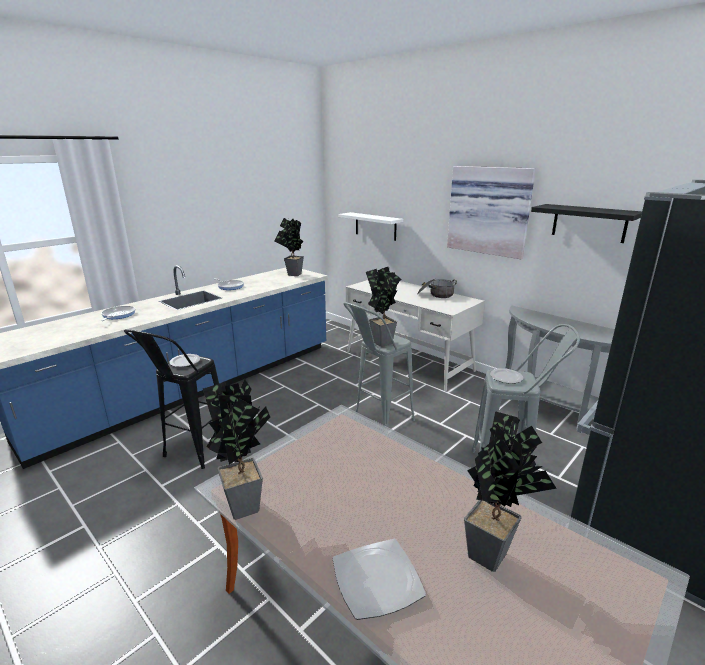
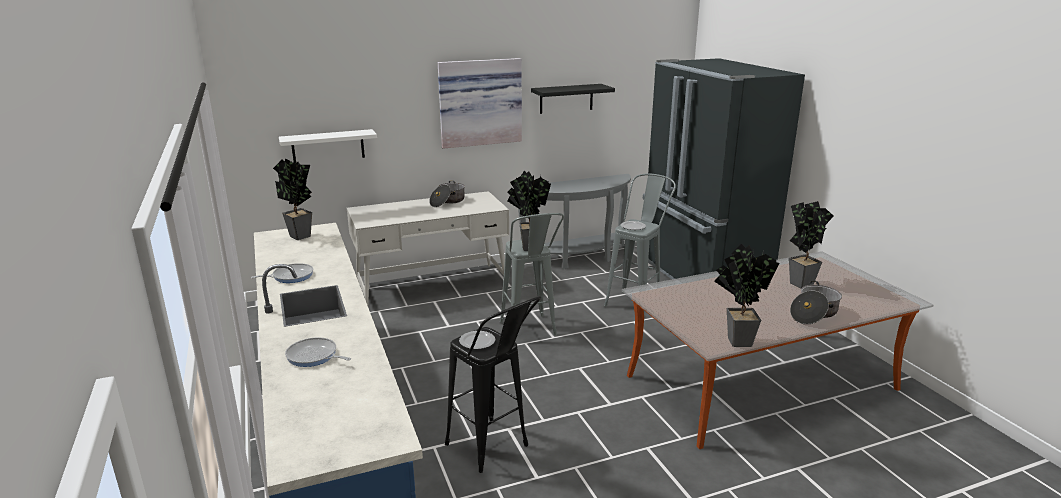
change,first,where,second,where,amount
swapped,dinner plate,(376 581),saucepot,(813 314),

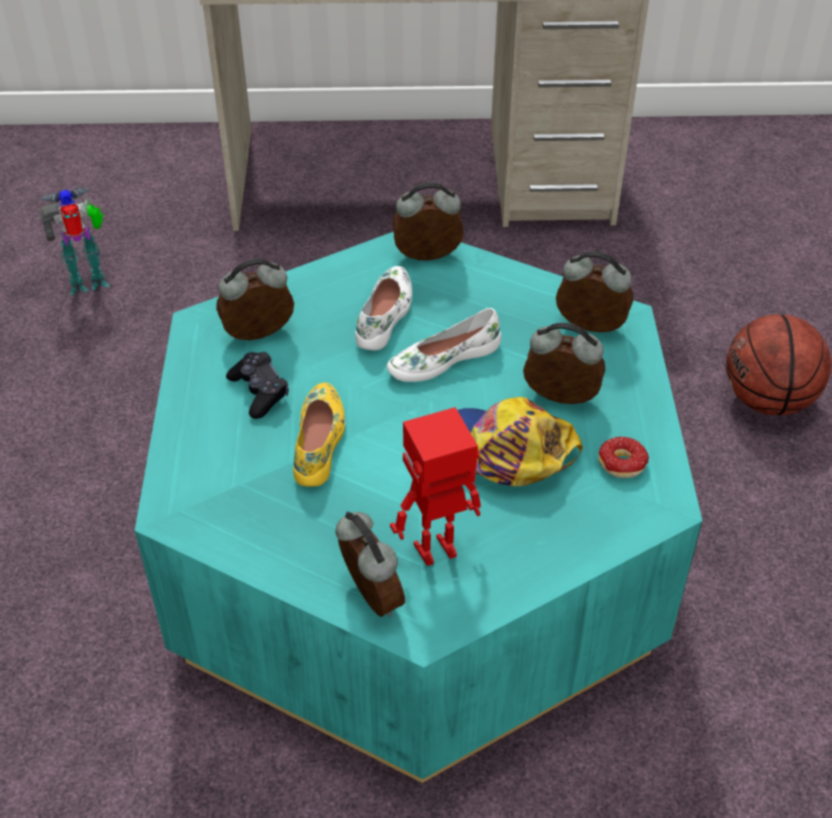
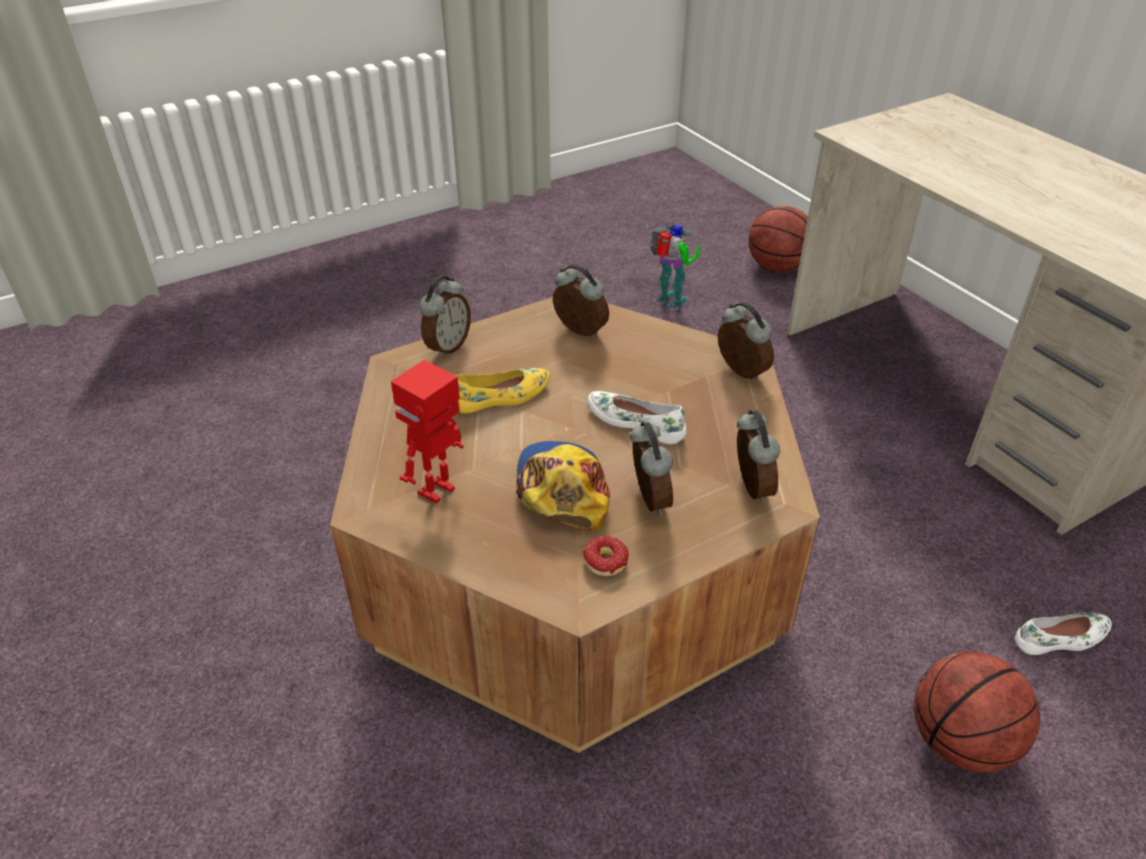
change,first,where,second,where,amount
gone,black game controller,(259 392),,,
new,,,ball for basketball,(776 267),
shifted,table clock,(369 598),,(447 347),
shifted,white-coloured item of footwear,(385 315),,(1061 639),
repainted,turquoise-coloured coffee table,(415 553),brown coffee table,(572 561),
rotated,toy robot,(437 552),,(438 491),90 degrees counterclockwise

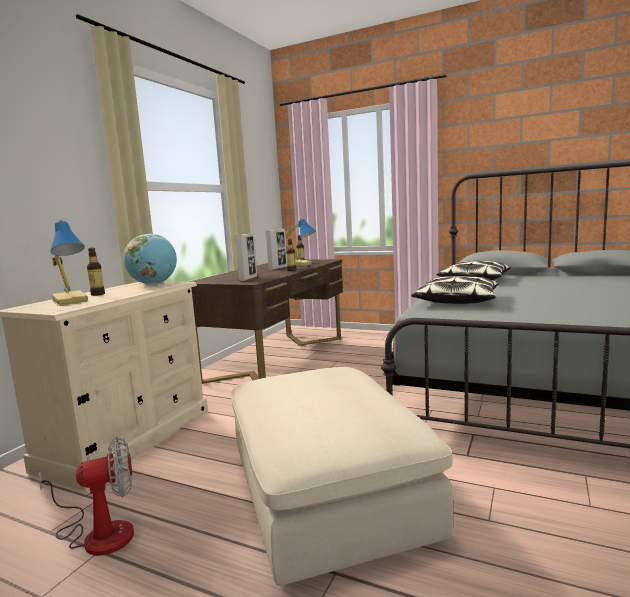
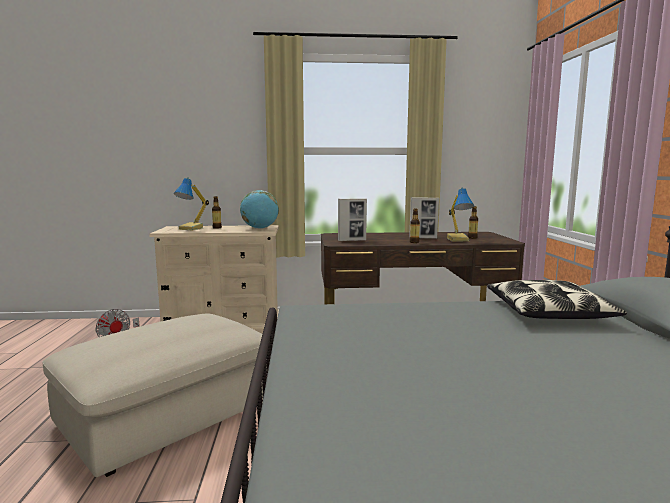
change,first,where,second,where,amount
gone,cushion,(456 301),,,

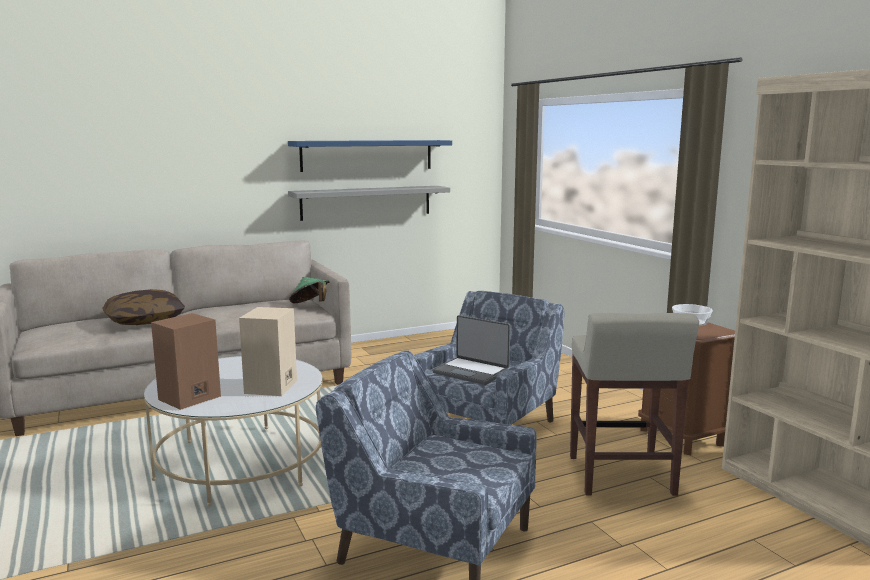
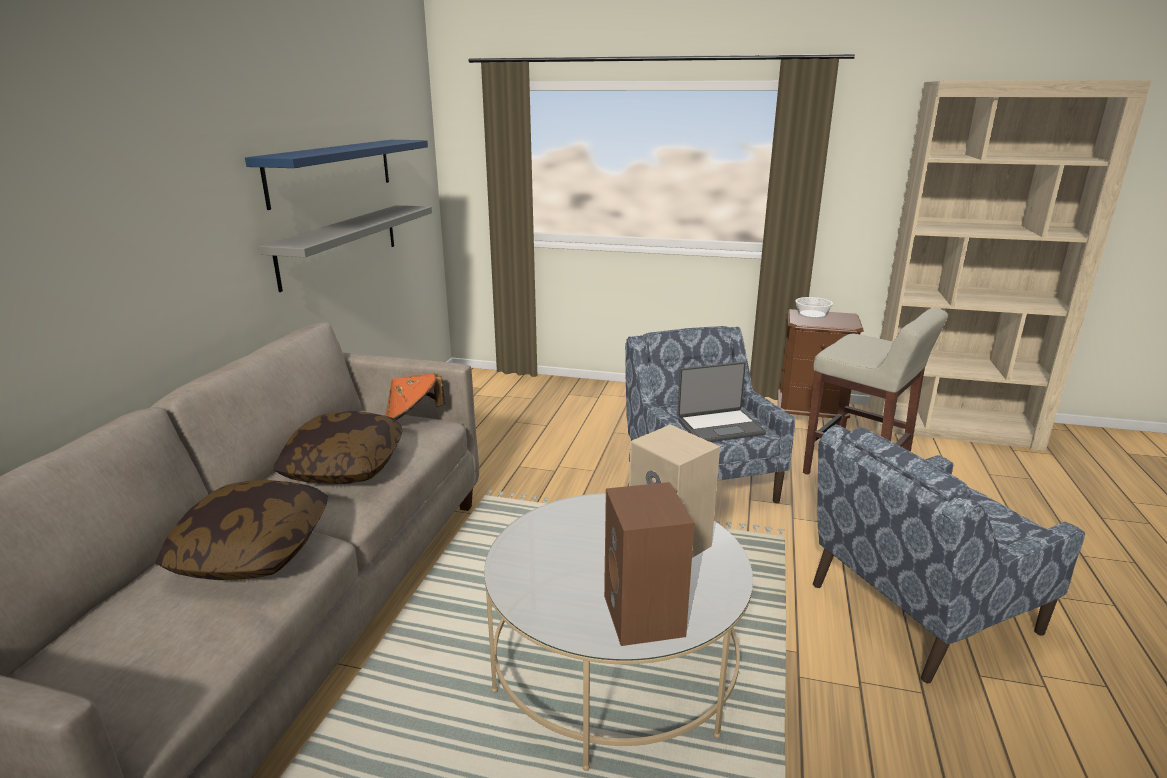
change,first,where,second,where,amount
new,,,cushion,(344 467),
repainted,greenish wearable hat,(310 305),orangey wearable hat,(413 417),

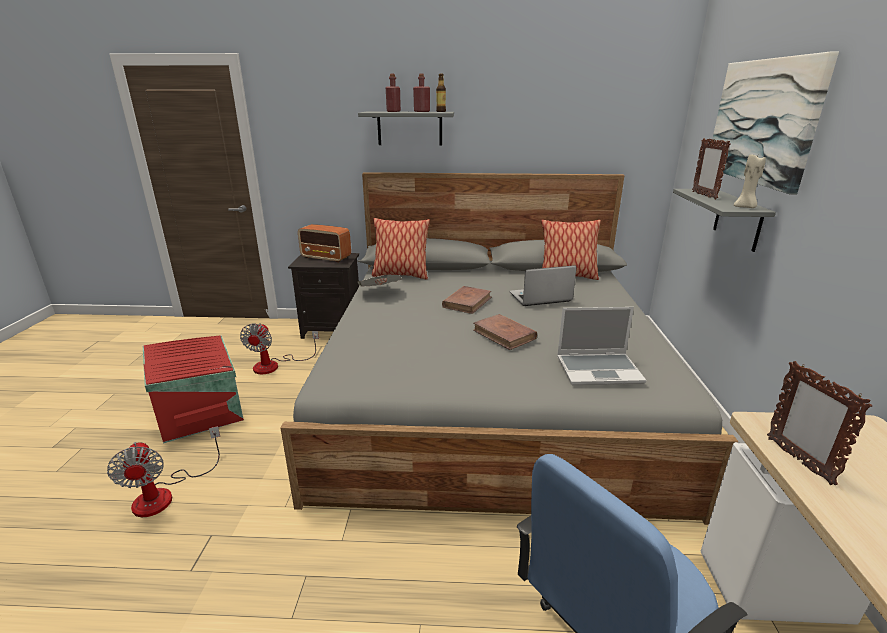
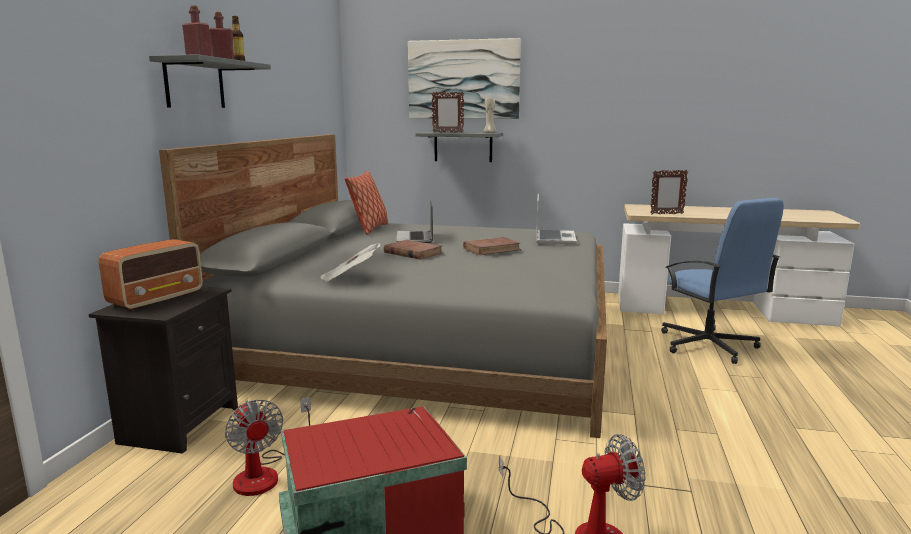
change,first,where,second,where,amount
gone,cushion,(400 275),,,
rotated,cooling fan,(275 365),,(266 473),45 degrees clockwise

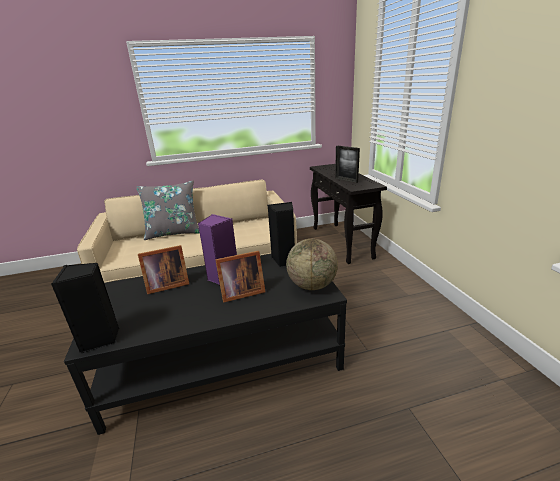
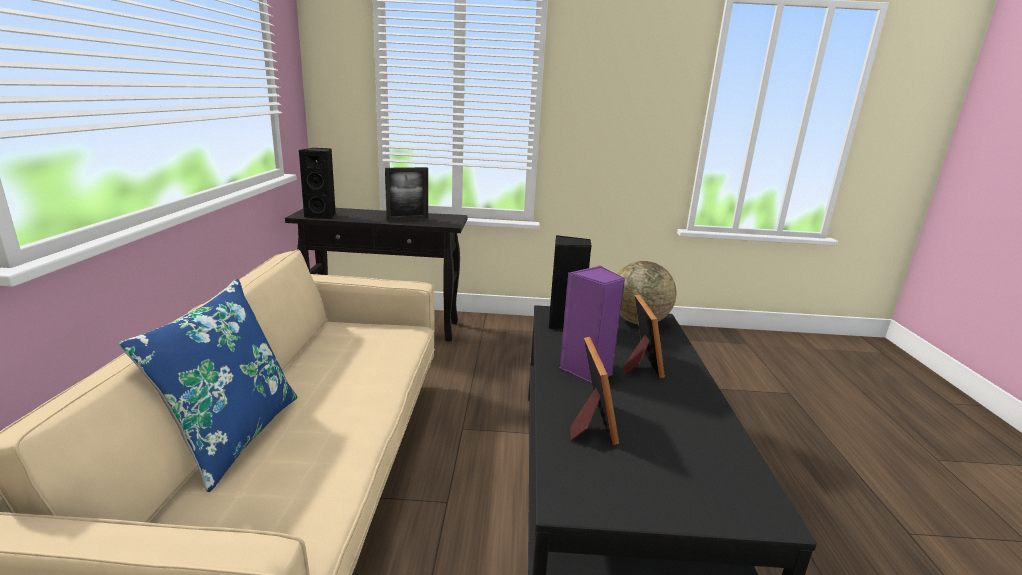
change,first,where,second,where,amount
shifted,black loudspeaker,(100 339),,(322 216),
repainted,gray cushion,(173 233),bluish cushion,(233 436),

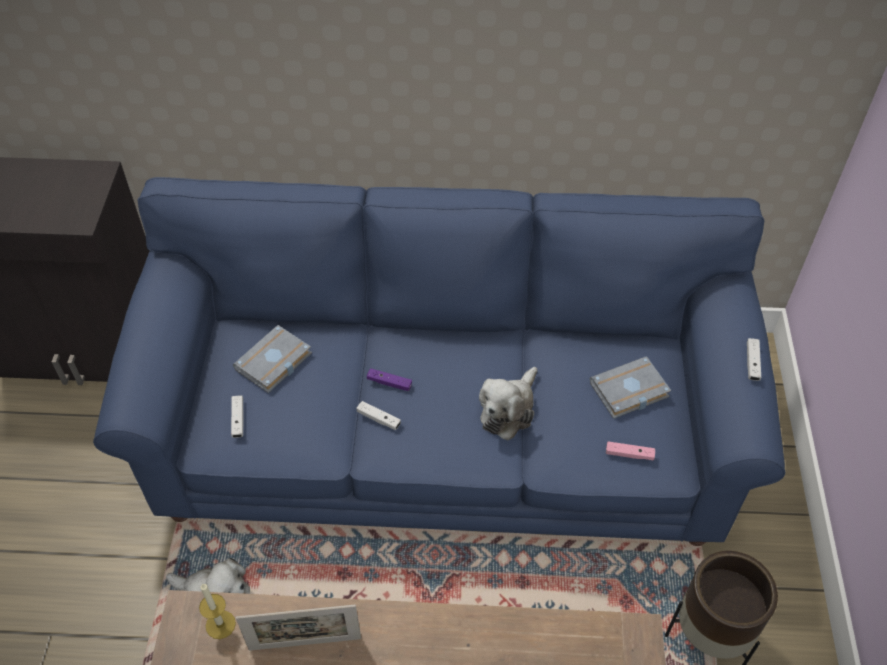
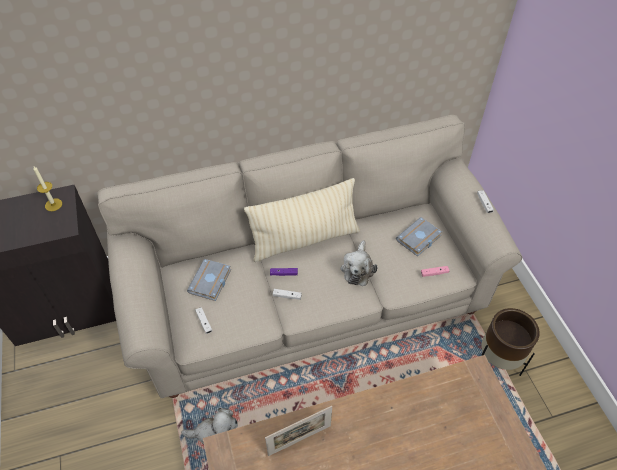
change,first,where,second,where,amount
new,,,beige-coloured cushion,(305 240),
shifted,wax candle,(220 624),,(53 205),
repainted,bluish settee,(443 429),beige-coloured settee,(308 293),

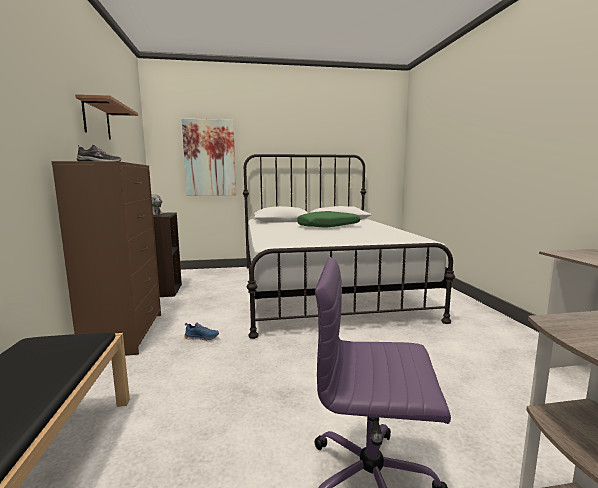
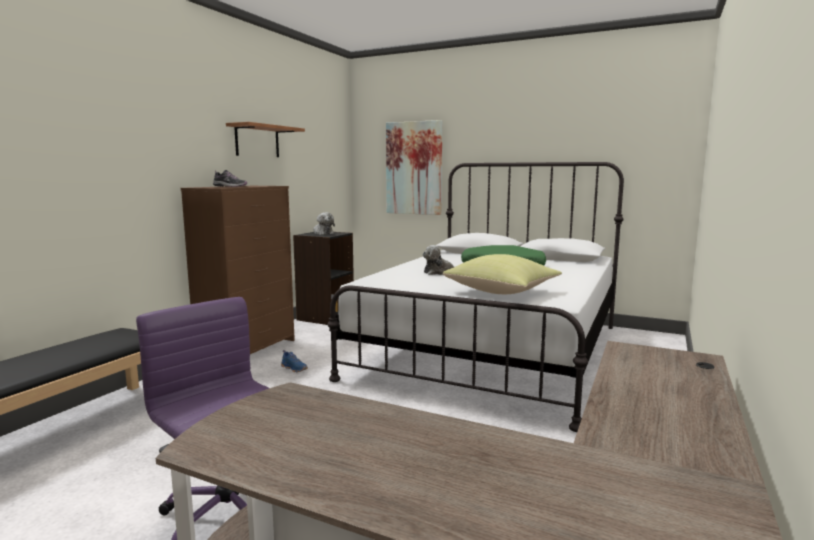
change,first,where,second,where,amount
new,,,soft toy,(440 272),
new,,,yellow cushion,(503 292),

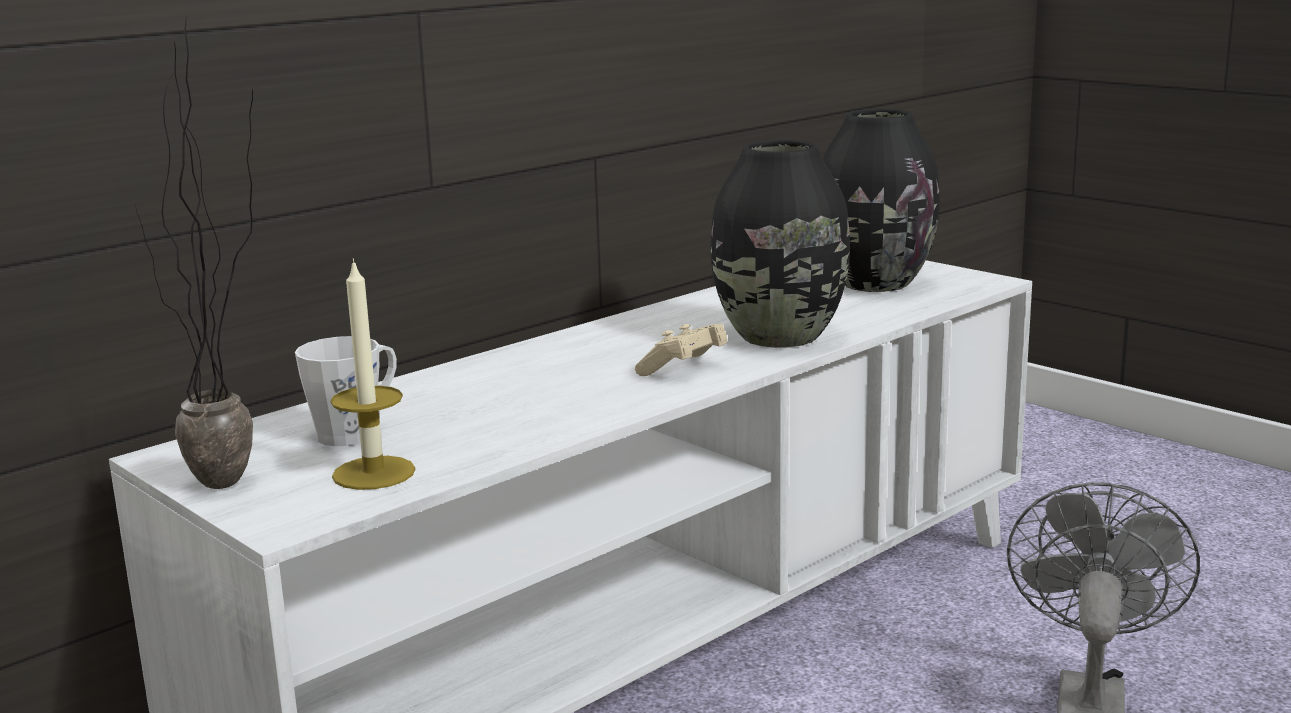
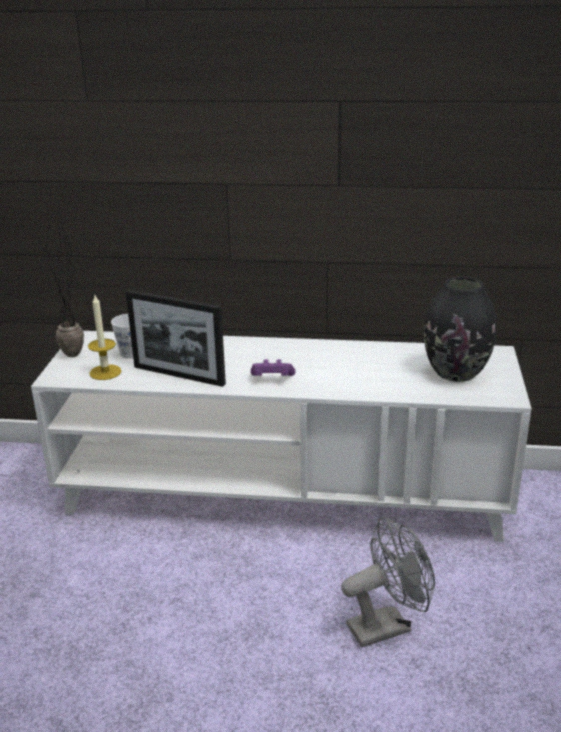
change,first,where,second,where,amount
gone,black flower vase,(778 336),,,
new,,,standing frame,(179 375),
repainted,beige-coloured game controller,(684 369),purple game controller,(272 379),

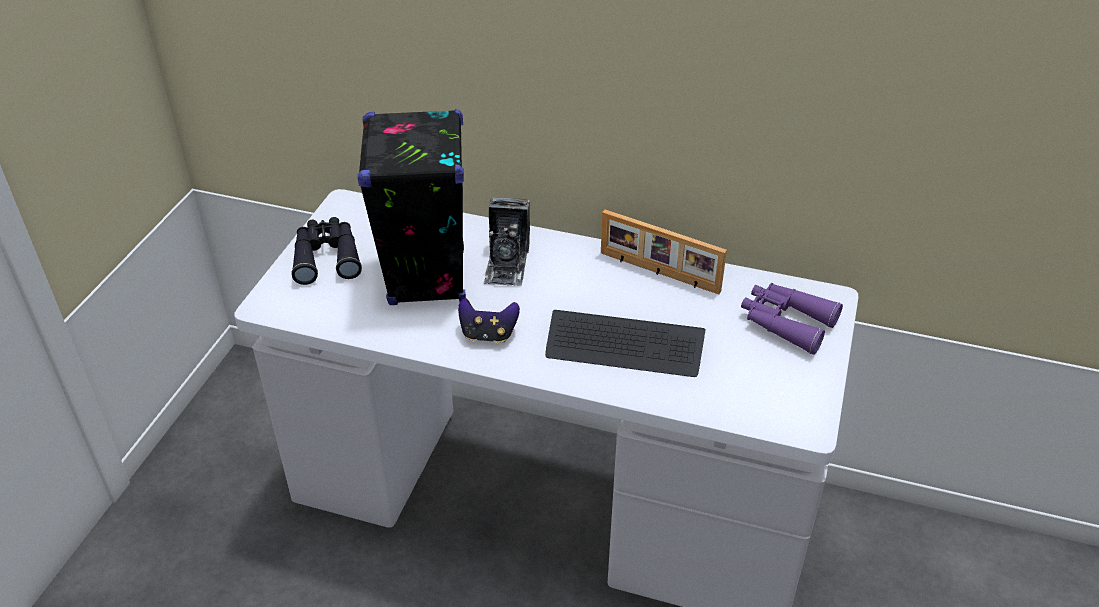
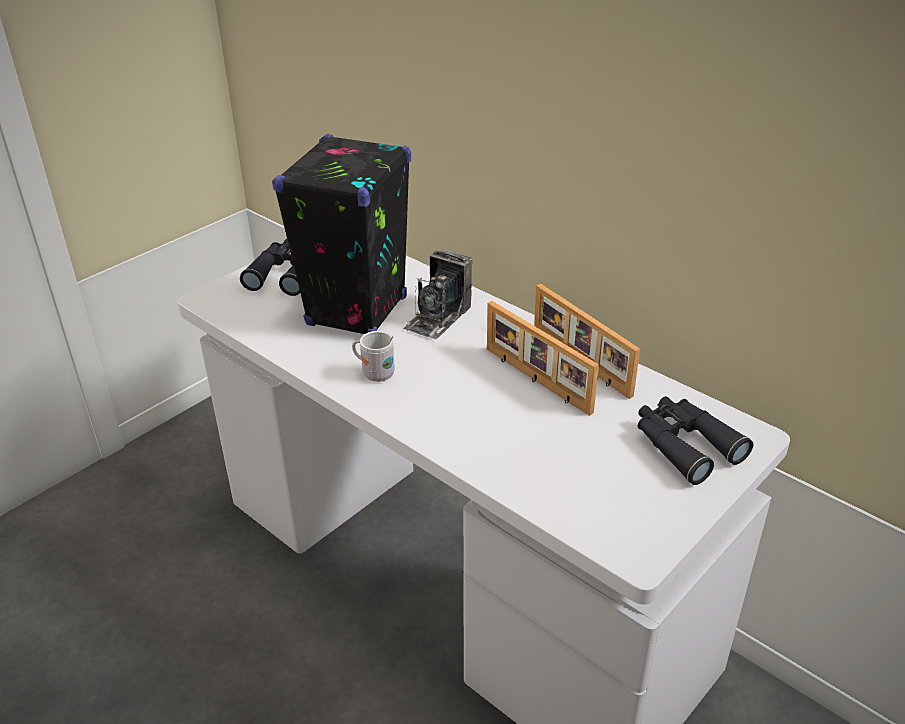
change,first,where,second,where,amount
gone,computer keyboard,(624 346),,,
new,,,standing frame,(536 380),
swapped,game controller,(488 335),white-coloured mug,(374 373),
repainted,purple binoculars,(785 322),black binoculars,(684 445),

